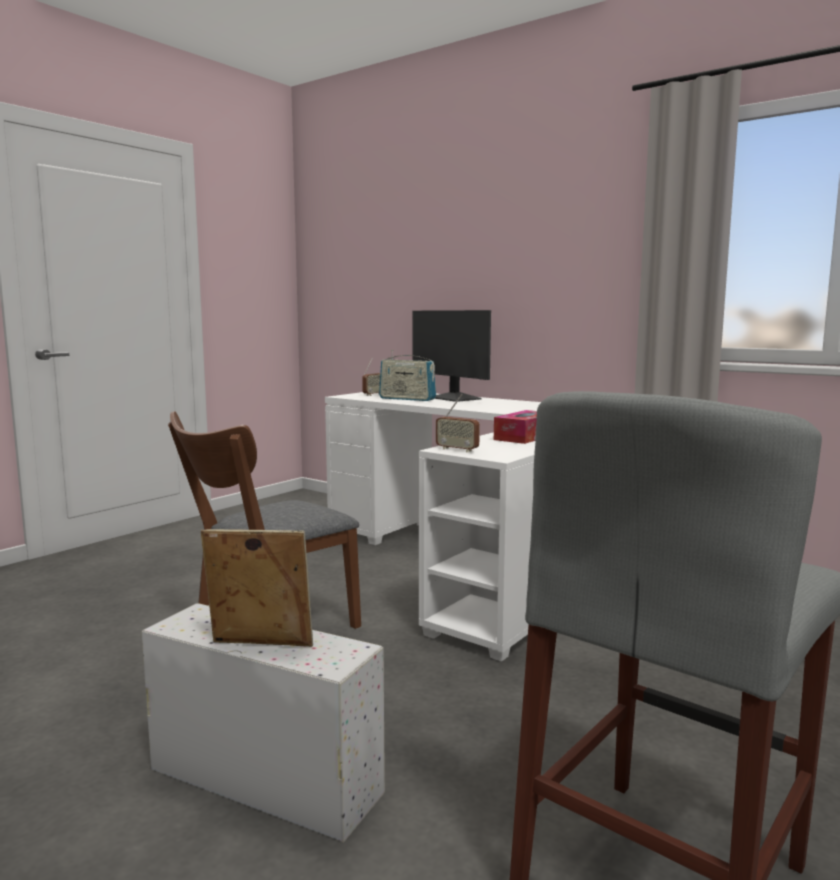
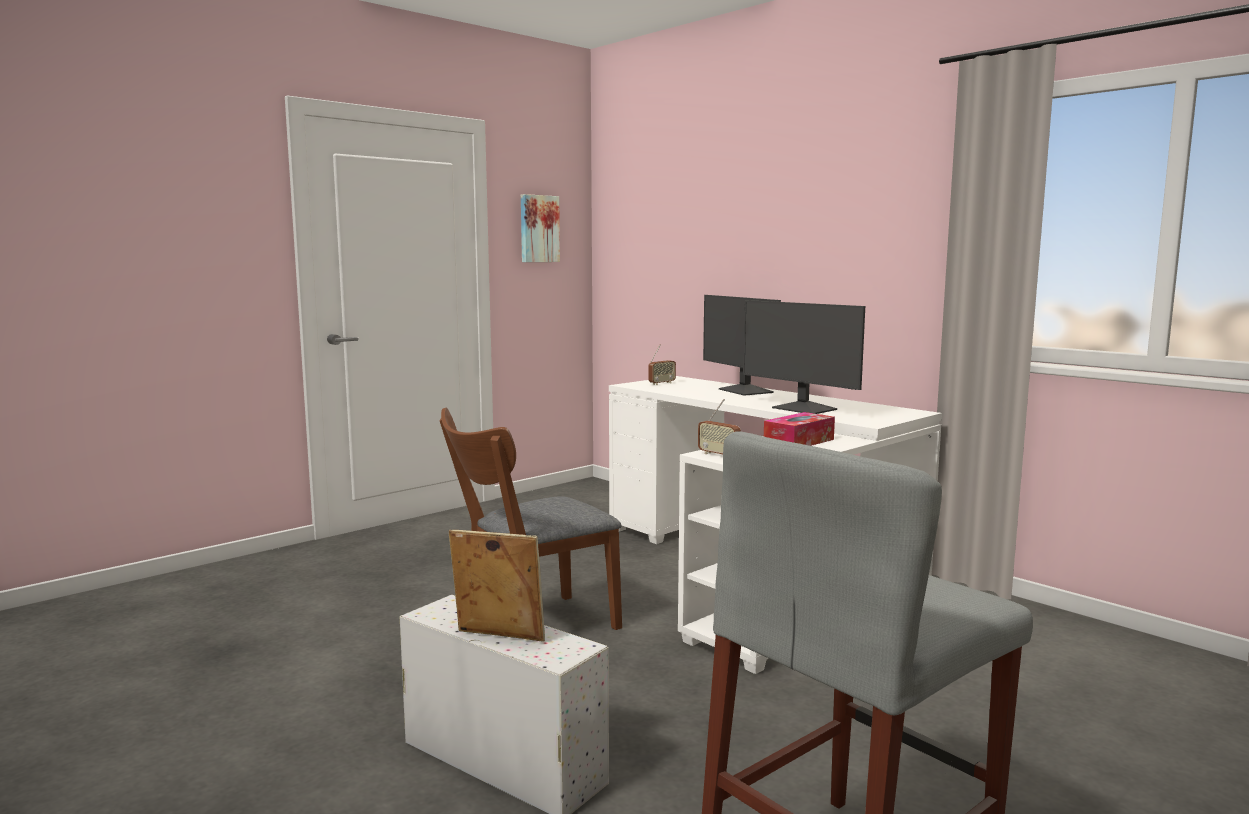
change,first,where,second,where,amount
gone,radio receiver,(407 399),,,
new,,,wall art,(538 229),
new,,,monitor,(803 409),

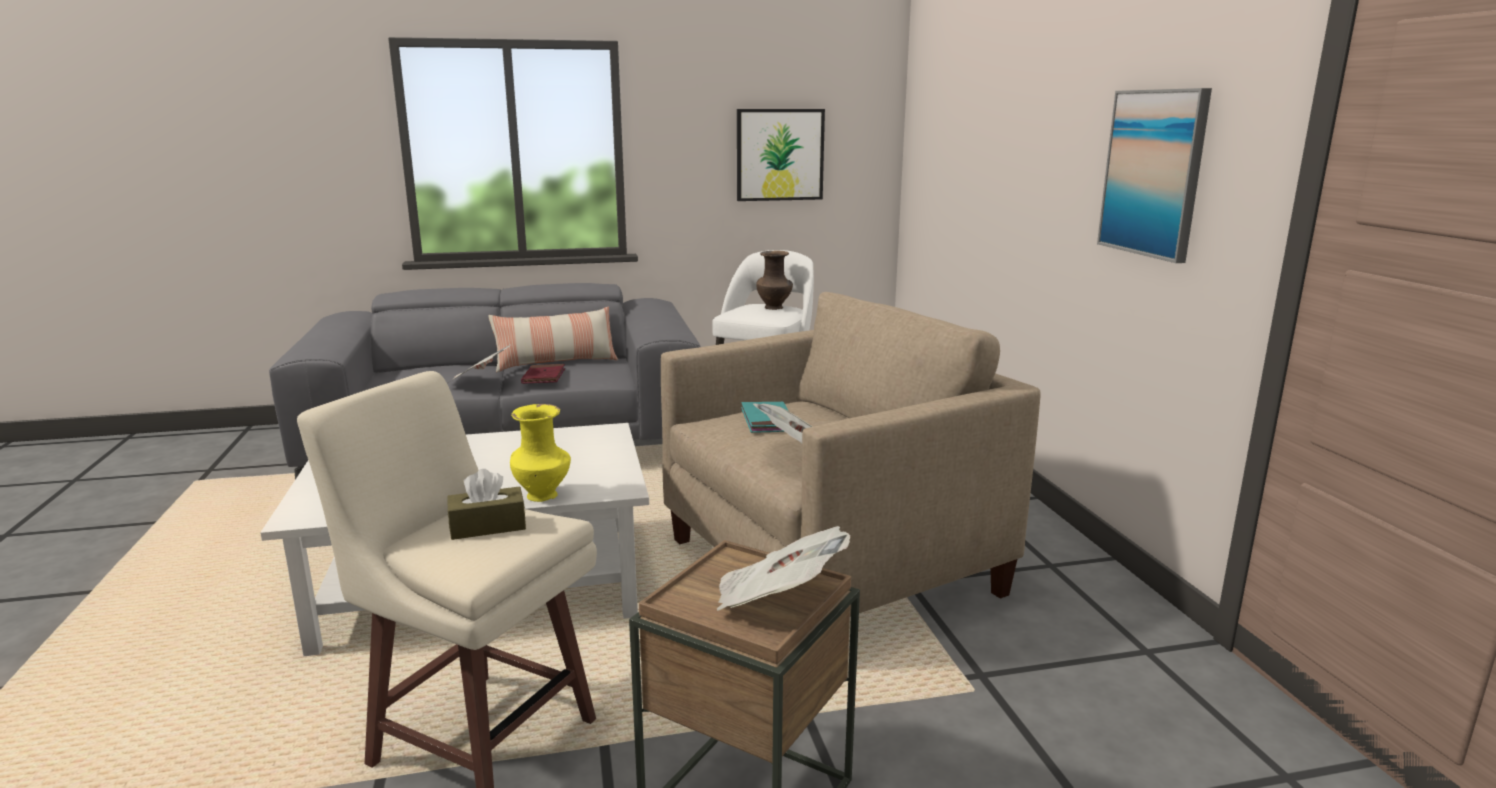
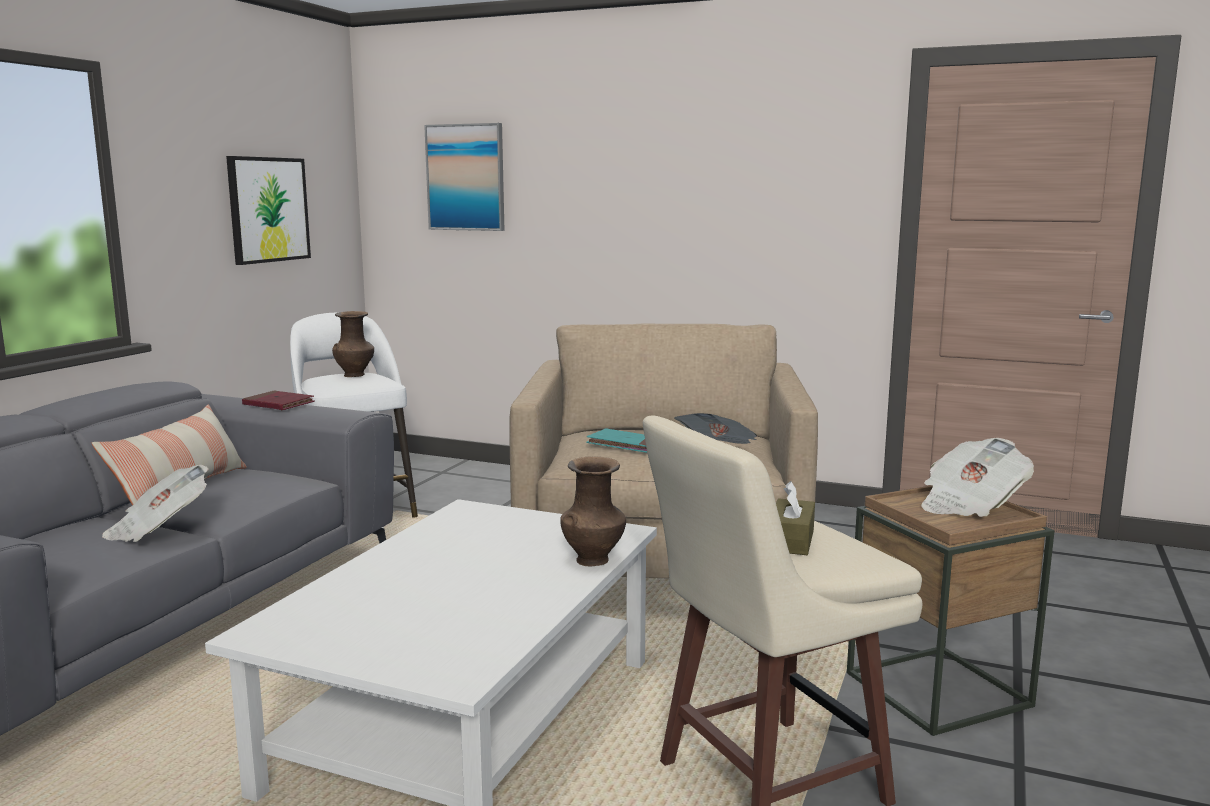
change,first,where,second,where,amount
shifted,red-coloured book,(544 377),,(278 404),
shifted,wall art,(1153 173),,(466 177),
repainted,yellow flower vase,(543 496),brown flower vase,(593 560),

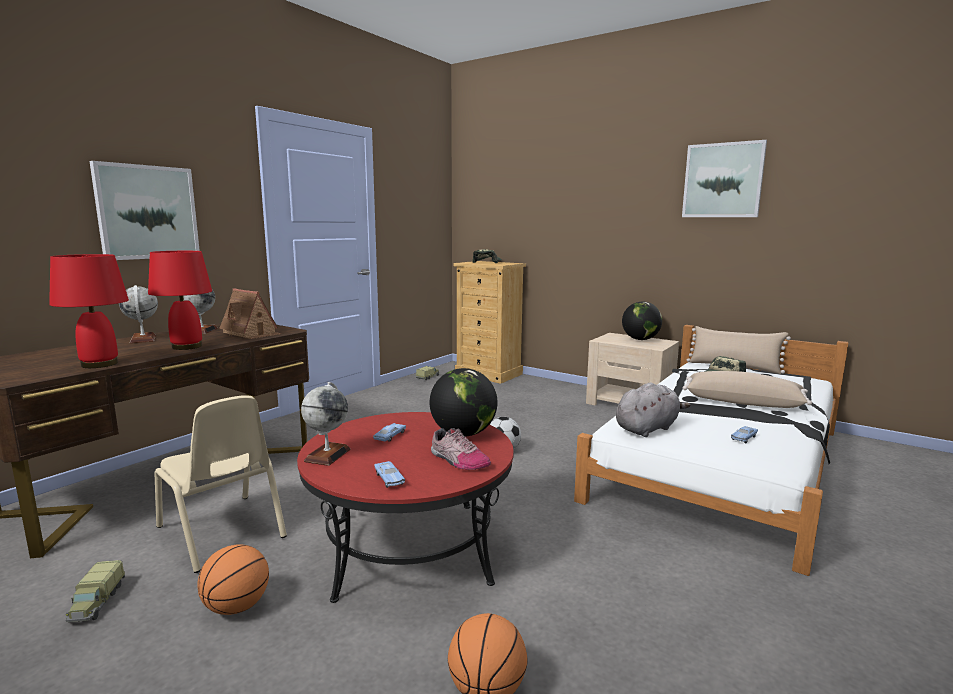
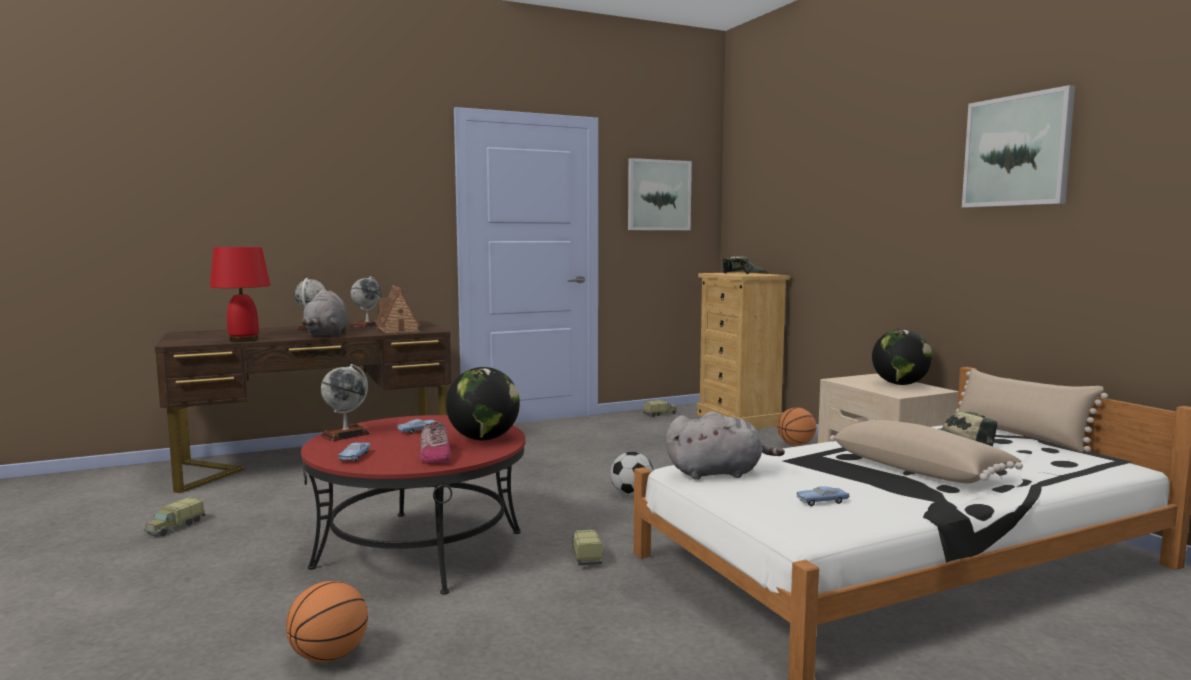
change,first,where,second,where,amount
gone,beige-coloured upright chair,(222 532),,,
new,,,toy lorry,(586 556),
shifted,wall art,(147 212),,(658 195),
shifted,ball for basketball,(237 607),,(796 444),
swapped,red-coloured lamp for a table,(187 347),gray soft toy,(327 334),

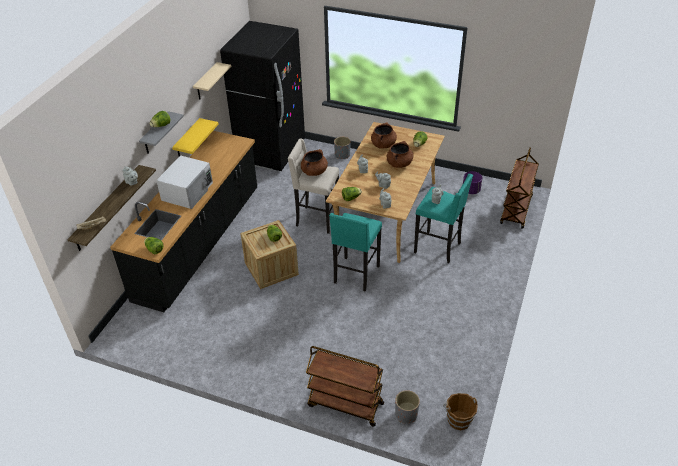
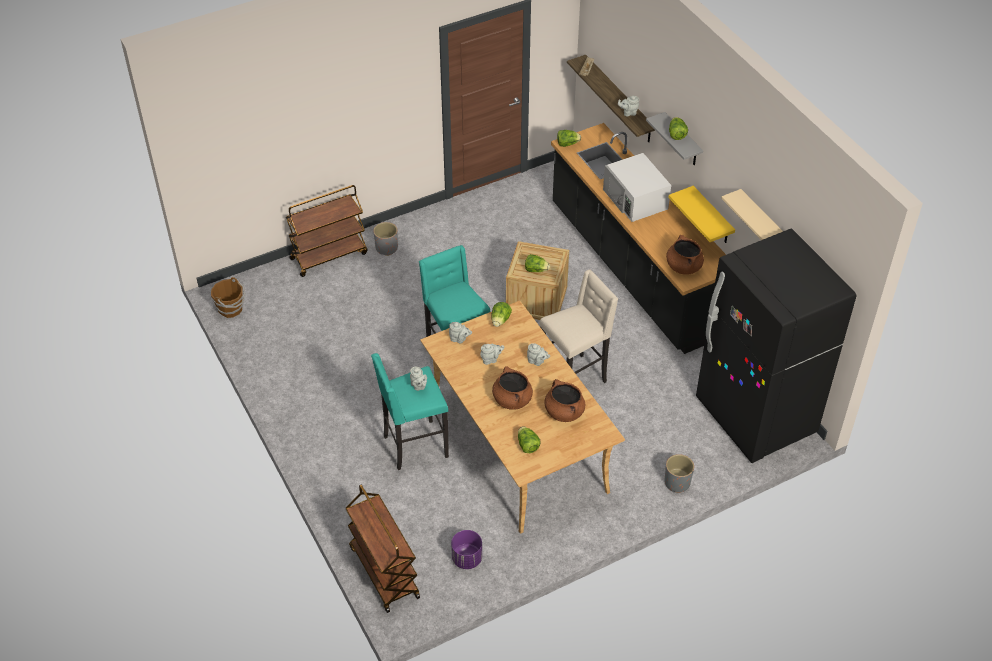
change,first,where,second,where,amount
shifted,brown saucepot,(314 172),,(683 266),
shifted,gray planter,(406 414),,(386 248),

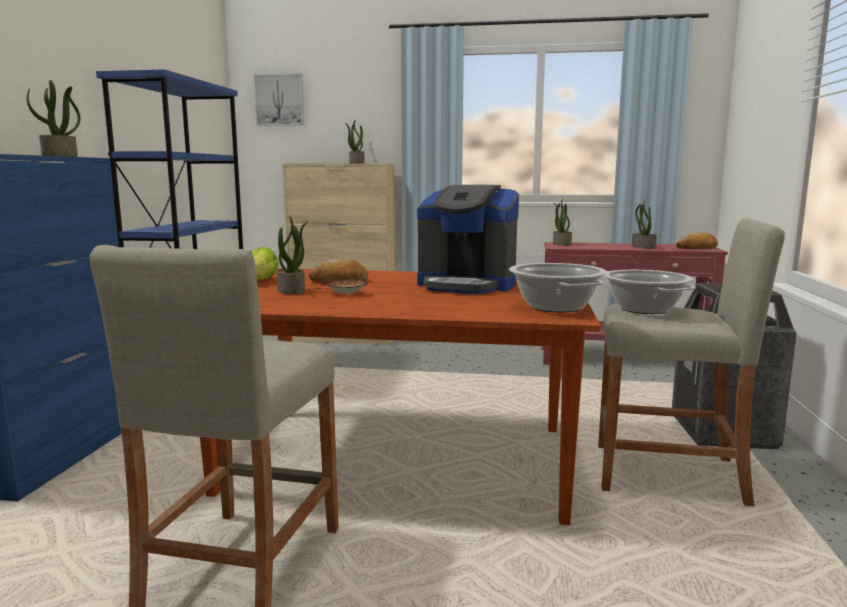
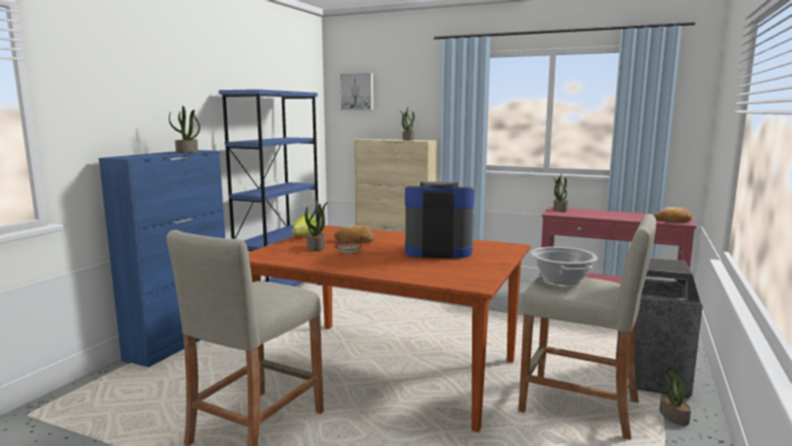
change,first,where,second,where,amount
gone,saucepot,(556 307),,,
shifted,houseplant,(642 247),,(673 417),
rotated,coffee maker,(467 285),,(438 250),150 degrees clockwise

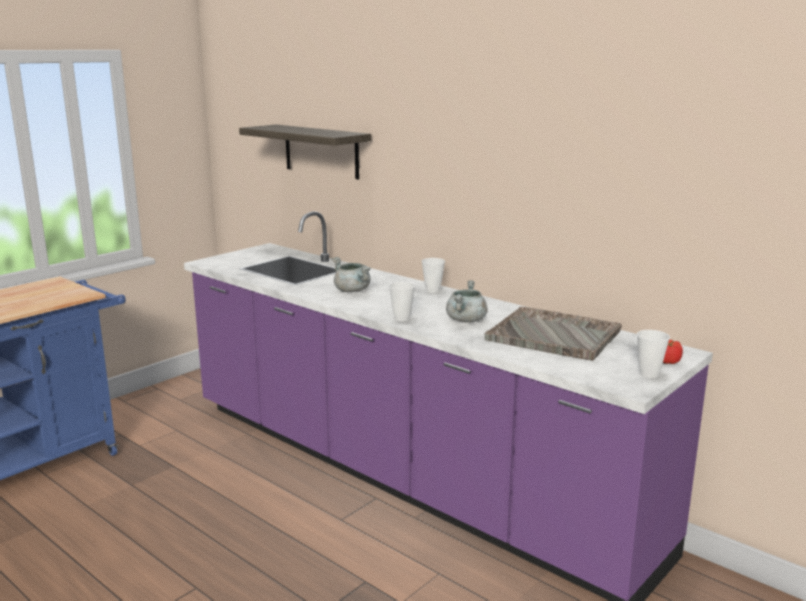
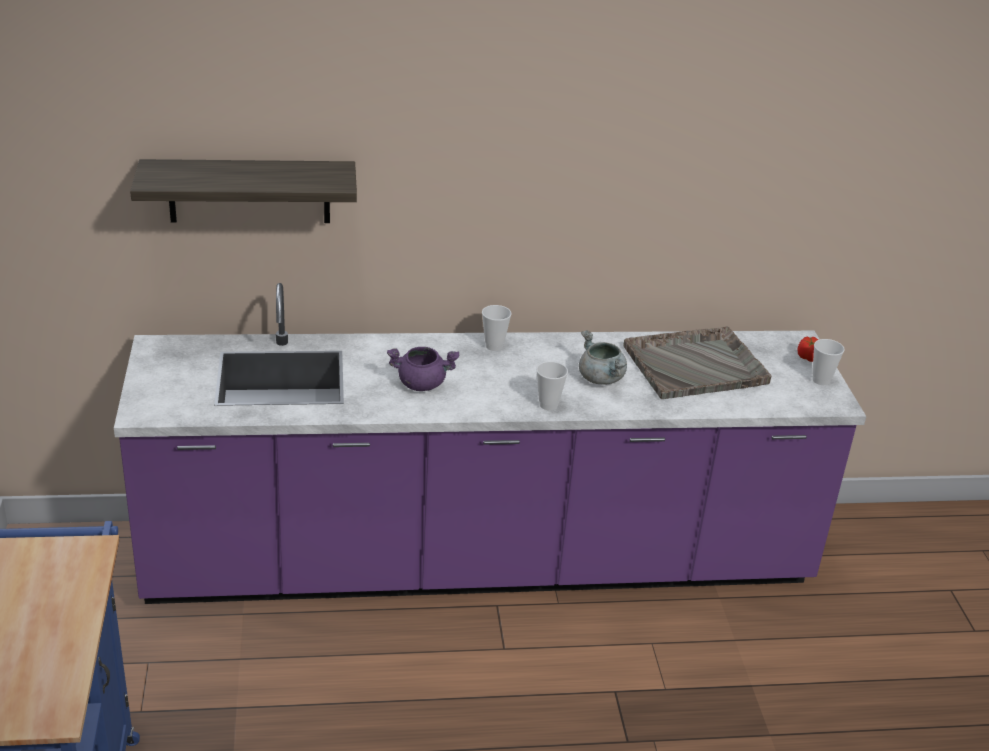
change,first,where,second,where,amount
repainted,gray saucepot,(352 290),purple saucepot,(422 384),

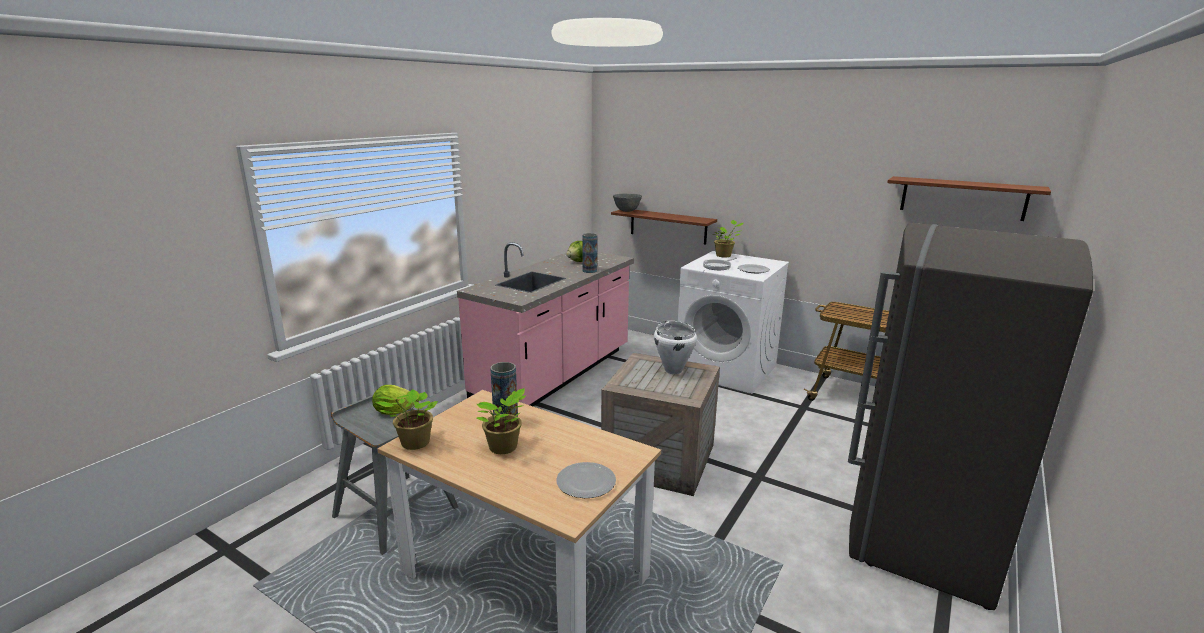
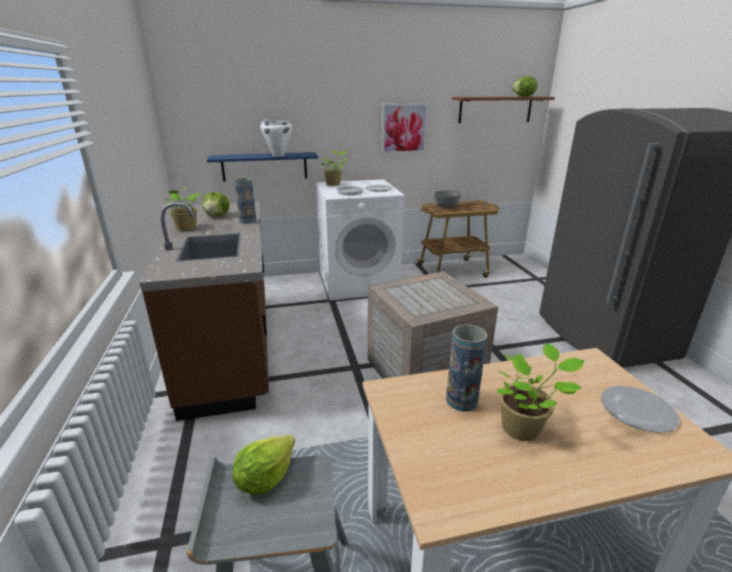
change,first,where,second,where,amount
new,,,wall art,(404 128),
new,,,head of lettuce,(523 96),
shifted,houseplant,(413 444),,(186 228),
shifted,gray bowl,(626 211),,(446 207),
shifted,white-coloured saucepot,(673 370),,(278 155),
repainted,pink-coloured counter,(556 375),brown counter,(232 346),
repainted,brown bracket shelf,(668 226),bluish bracket shelf,(264 166),

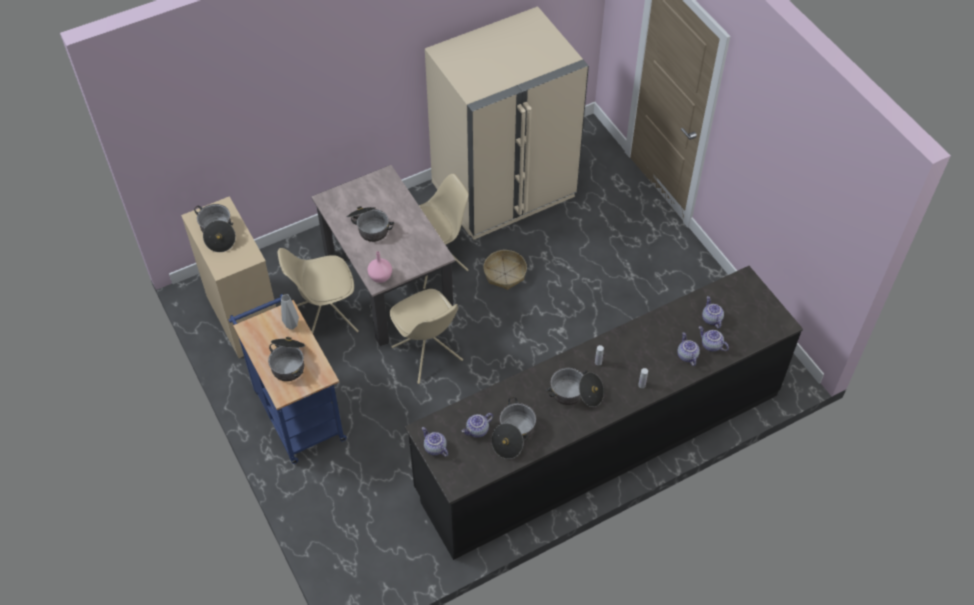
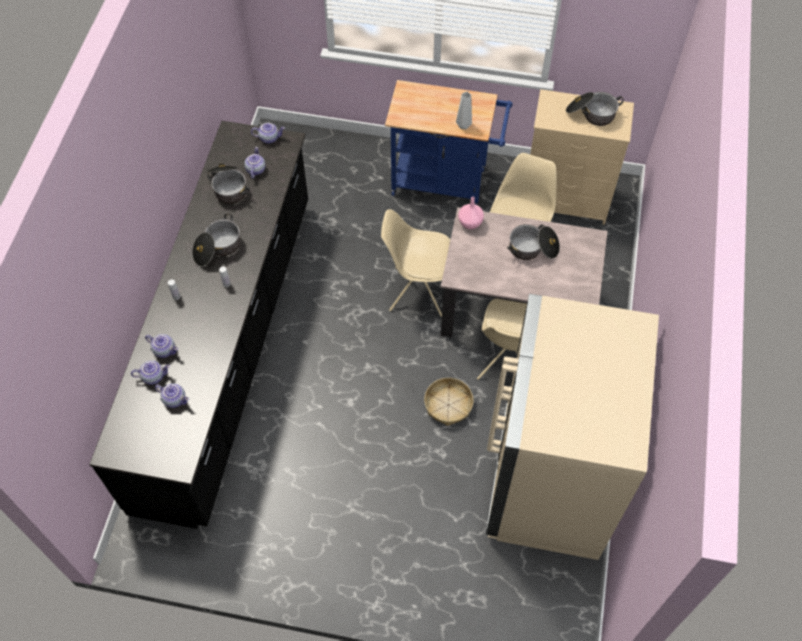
change,first,where,second,where,amount
gone,saucepot,(289 362),,,

